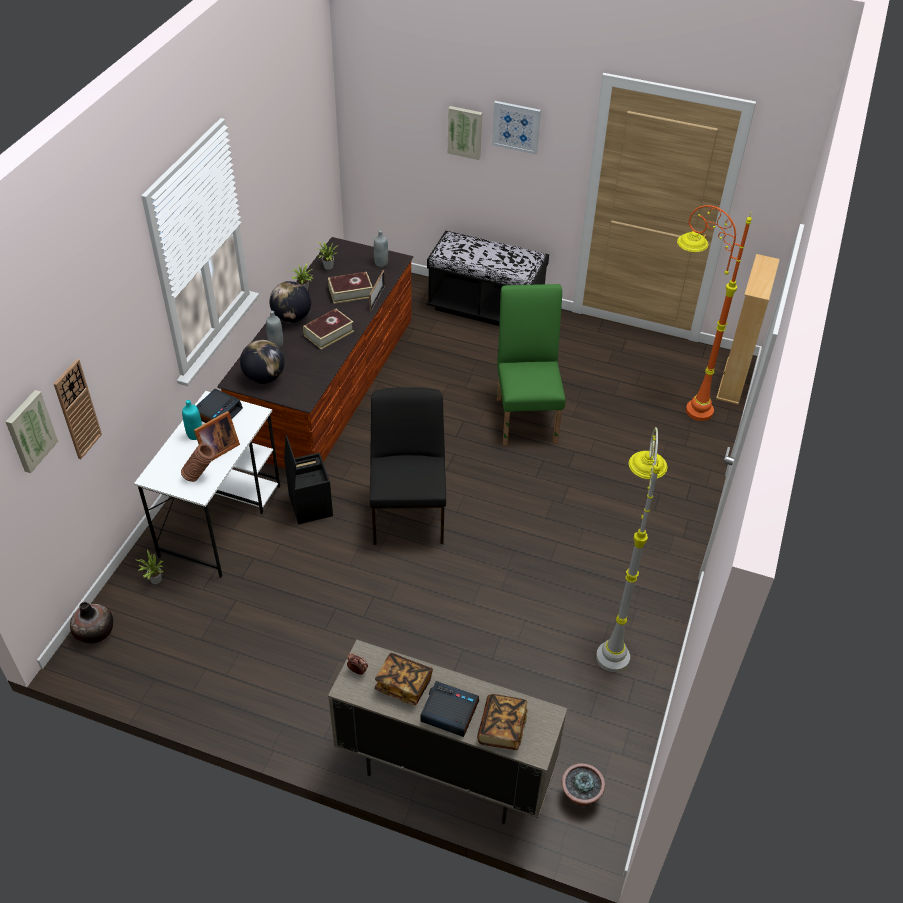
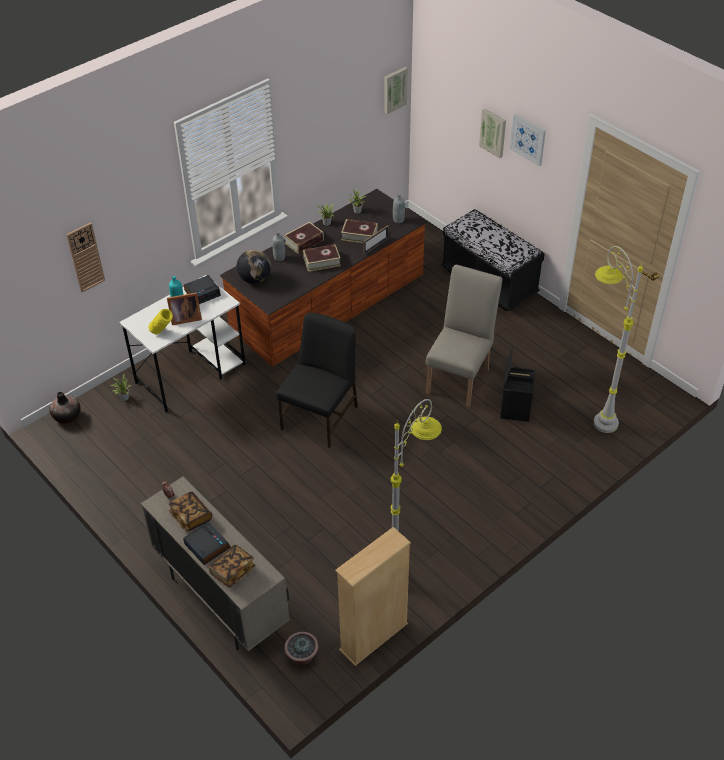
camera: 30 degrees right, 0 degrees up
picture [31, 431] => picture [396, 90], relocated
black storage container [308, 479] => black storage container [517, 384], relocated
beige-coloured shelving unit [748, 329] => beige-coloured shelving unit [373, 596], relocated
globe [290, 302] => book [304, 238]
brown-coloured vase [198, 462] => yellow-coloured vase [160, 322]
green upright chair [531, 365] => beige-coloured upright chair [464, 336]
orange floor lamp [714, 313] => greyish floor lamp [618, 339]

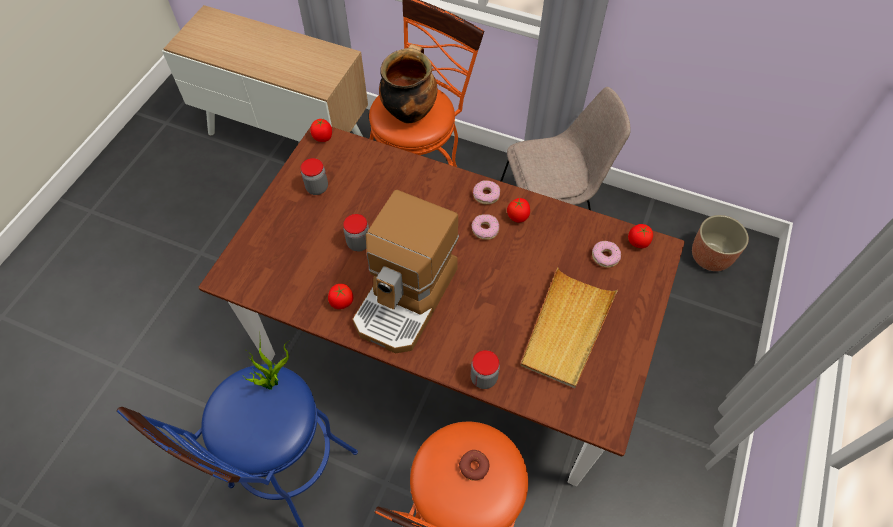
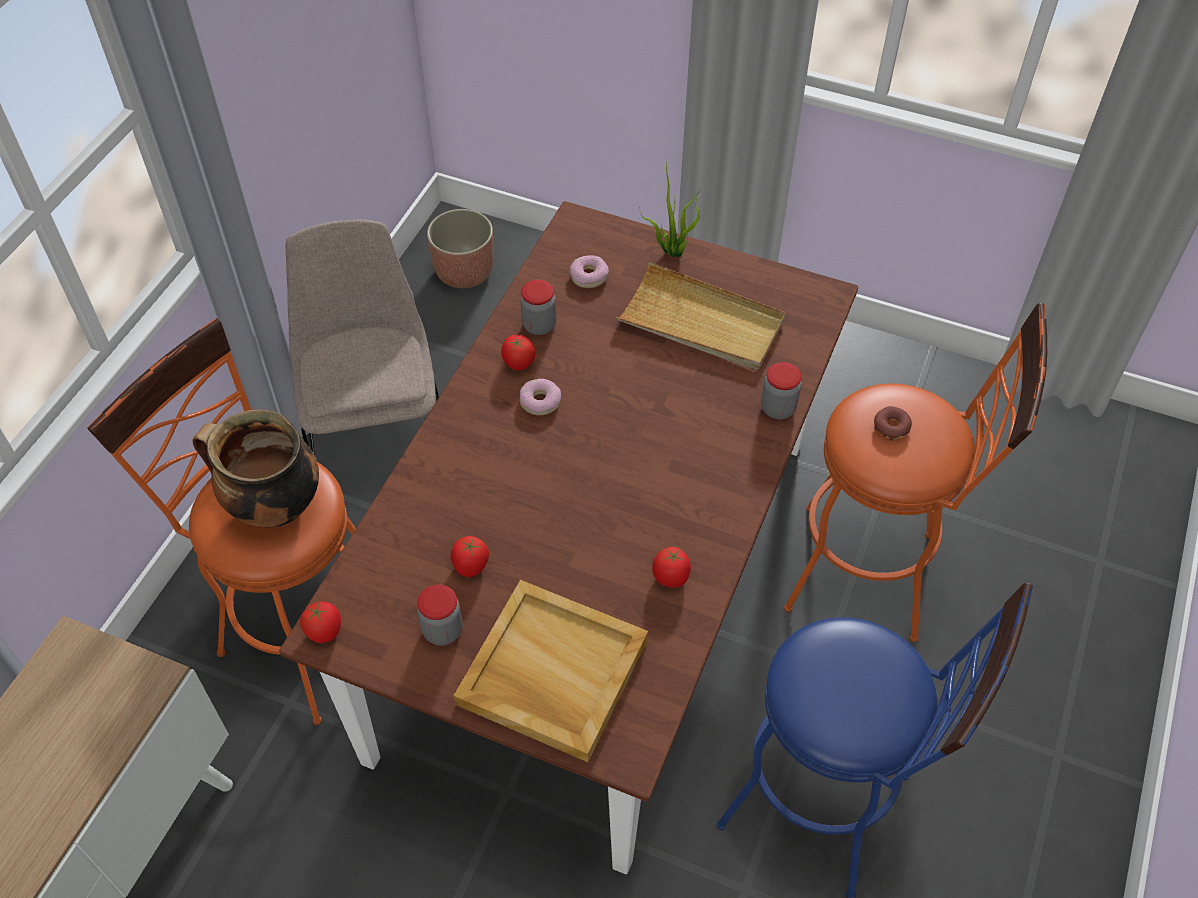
camera: 90 degrees left, 5 degrees down
coffee brewer [406, 272] => nothing
doughnut [486, 192] => nothing
nothing => beige-coloured carrying tray [551, 671]
potted plant [267, 365] => potted plant [669, 210], relocated
preserve jar [356, 233] => preserve jar [538, 307], relocated
tomato [640, 236] => tomato [470, 556], relocated

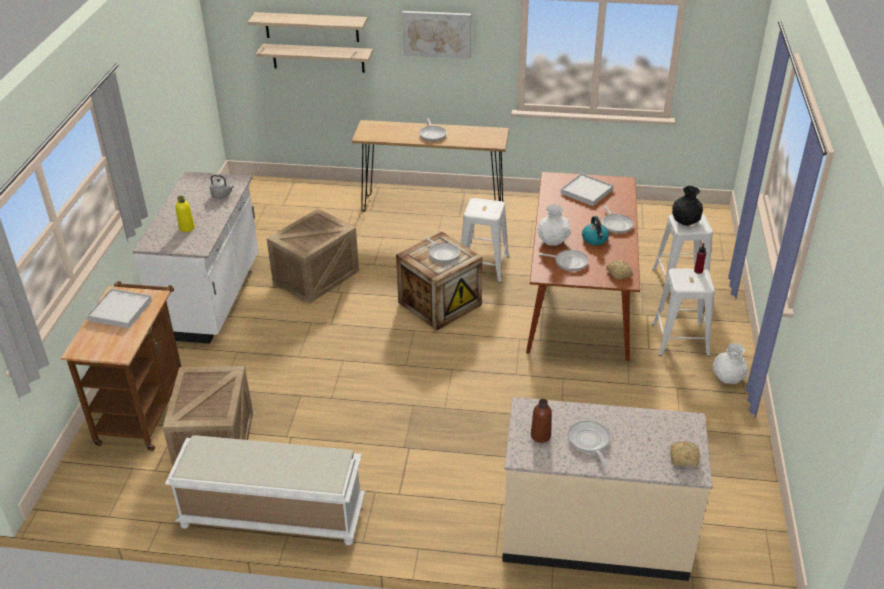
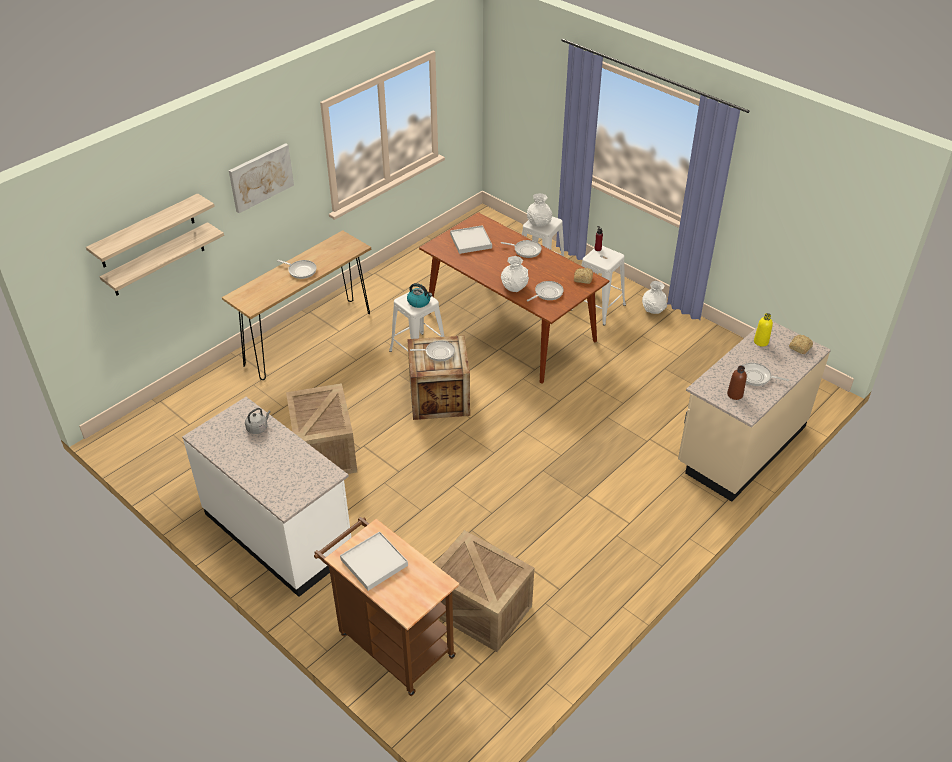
camera: 55 degrees left, 5 degrees up
whitish bench [265, 490] => nothing
yellow-coloured beverage bottle [185, 214] => yellow-coloured beverage bottle [763, 330], relocated
kettle [595, 230] => kettle [419, 295], relocated
black vase [687, 206] => whitish vase [539, 210]

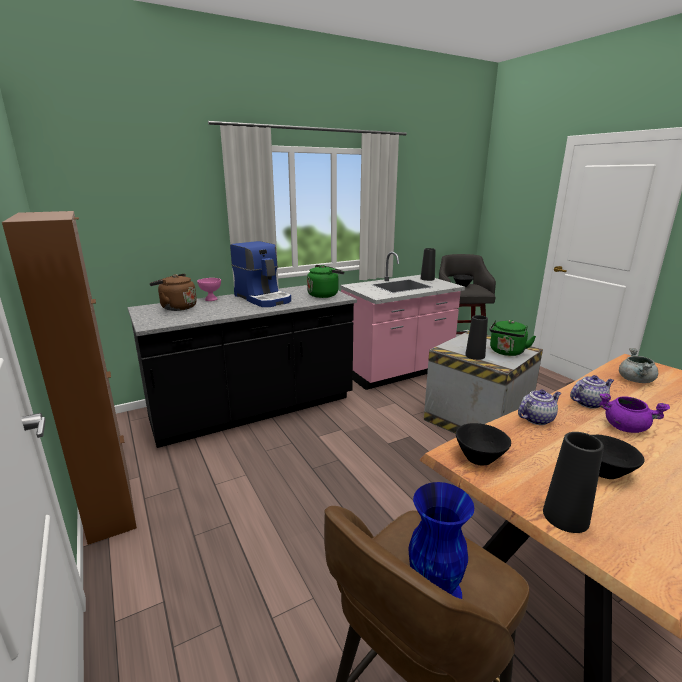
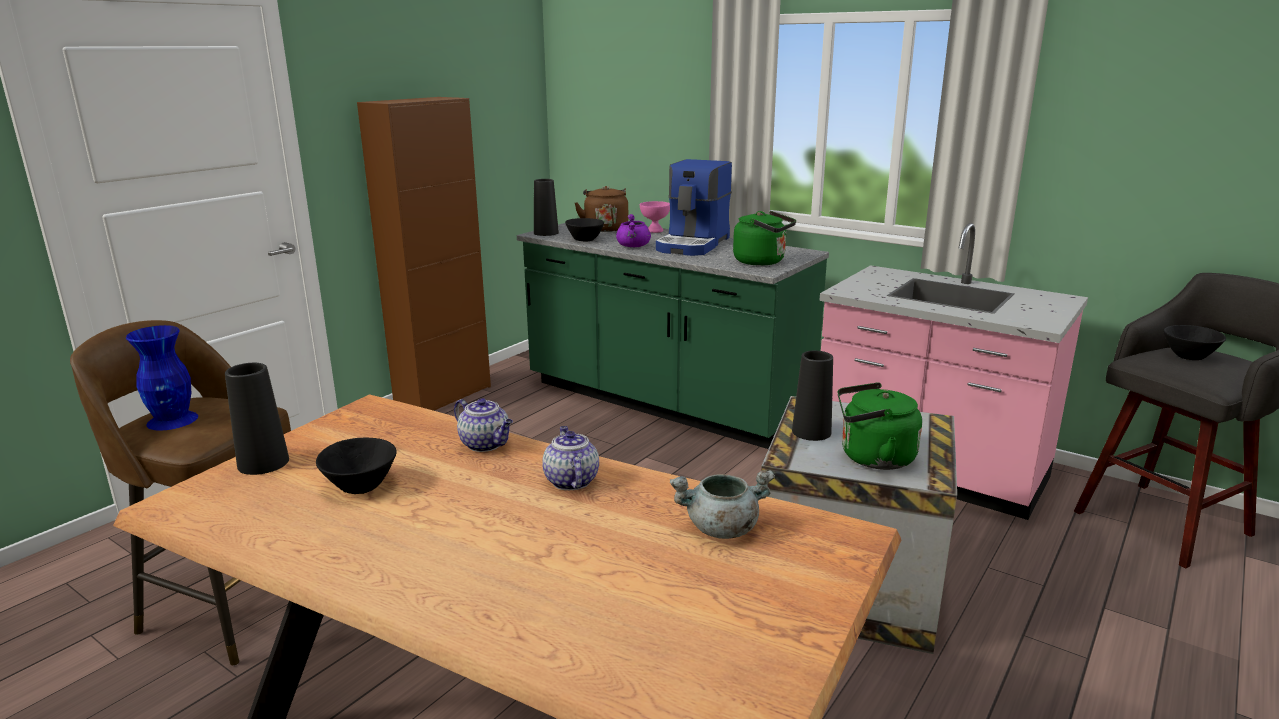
camera: 65 degrees right, 0 degrees up
black vase [428, 264] => black vase [546, 207], relocated
black deep dish [483, 444] => black deep dish [584, 229], relocated
purplish cooking pot [634, 413] => purplish cooking pot [633, 230], relocated
black kitchen base unit [242, 366] => green kitchen base unit [673, 336]
teapot [592, 392] => teapot [570, 458], 150 degrees counterclockwise

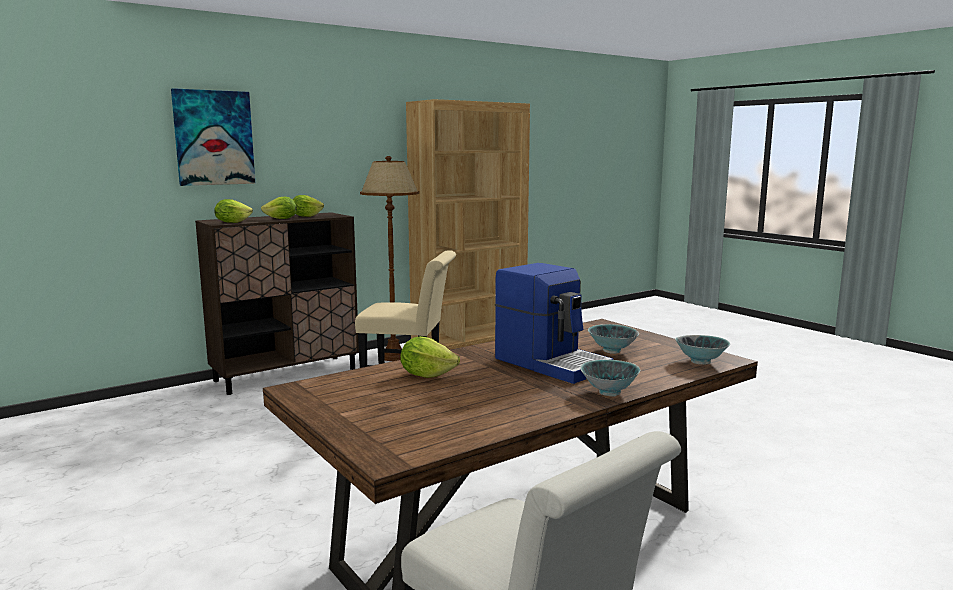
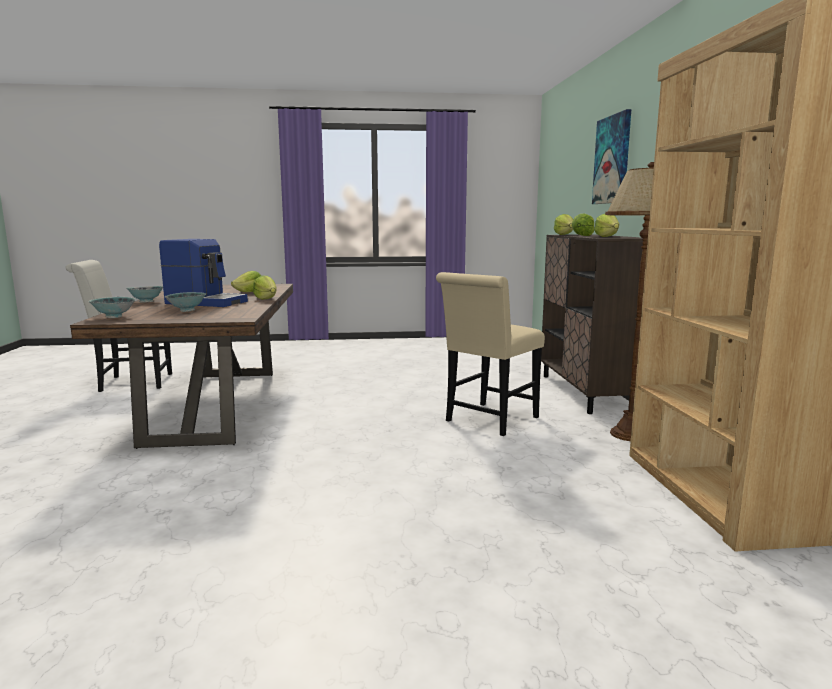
camera: 120 degrees right, 0 degrees up
nothing => lettuce [265, 287]
coffee brewer [554, 323] => coffee brewer [203, 273], 150 degrees counterclockwise

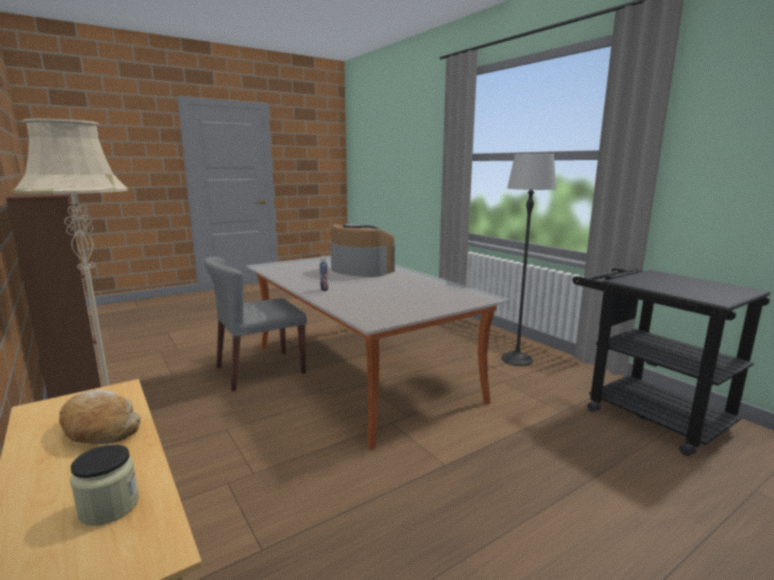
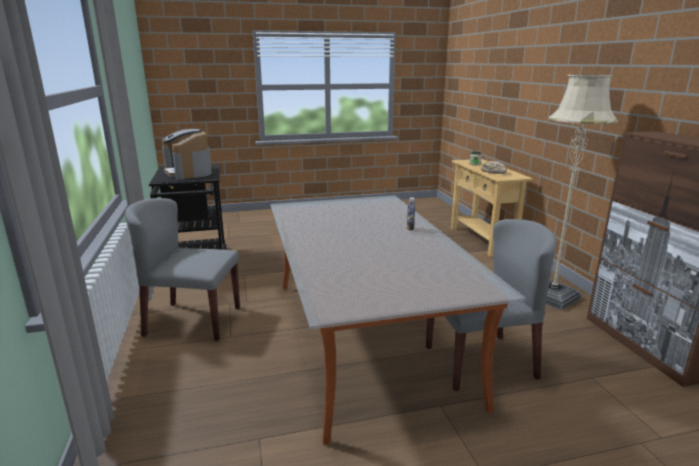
camera: 160 degrees left, 5 degrees up
coffee brewer [363, 250] => coffee brewer [187, 154], relocated
floor lamp [528, 260] => greyish upright chair [182, 269]

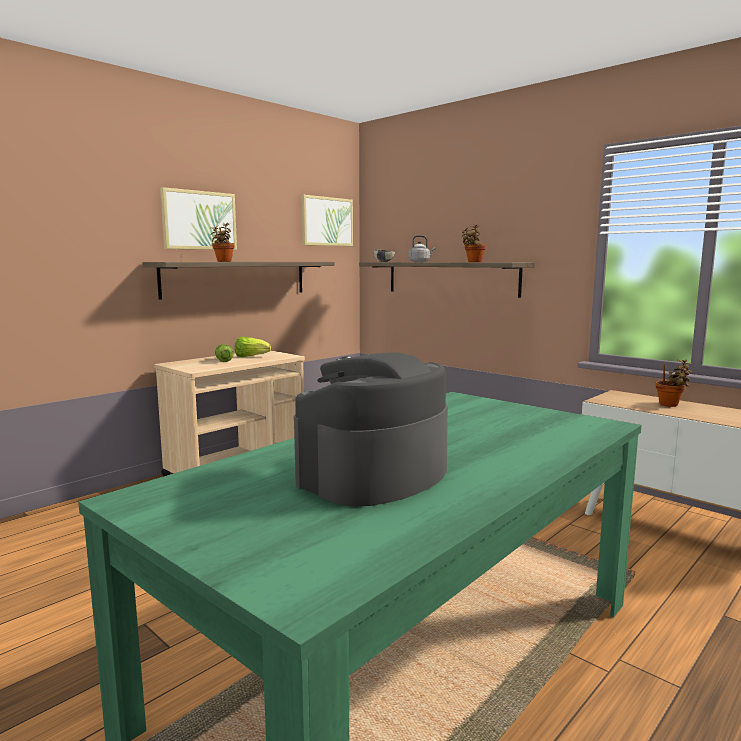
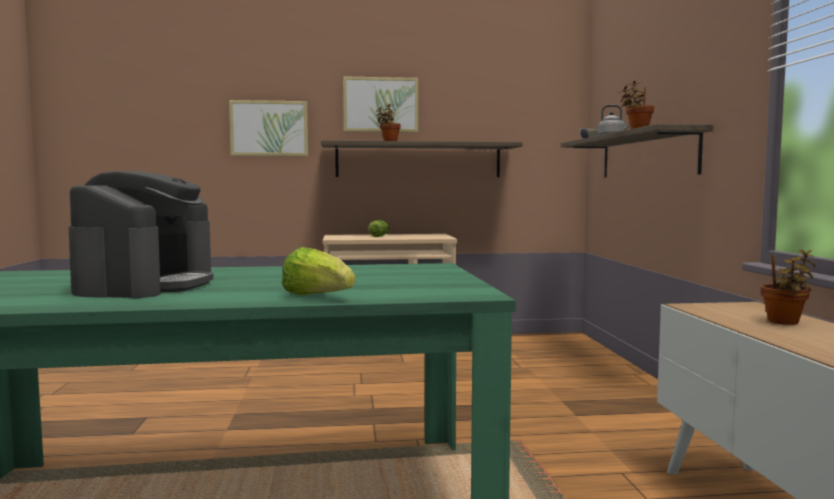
camera: 40 degrees right, 5 degrees down
lettuce [253, 347] => lettuce [318, 271], relocated
picture [327, 220] => picture [268, 128], relocated
coffee brewer [371, 429] => coffee brewer [141, 234], 105 degrees clockwise

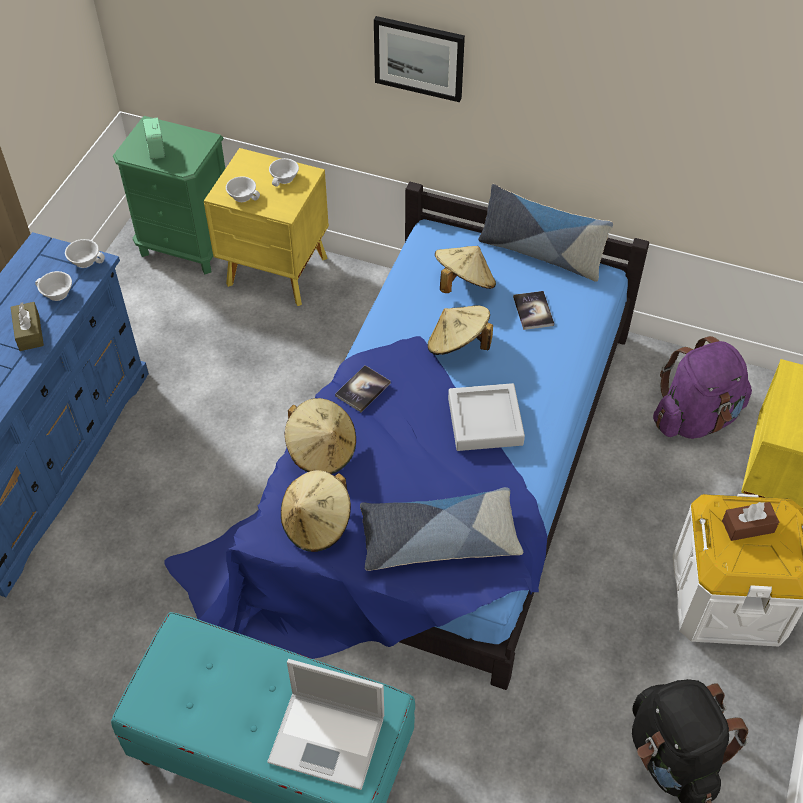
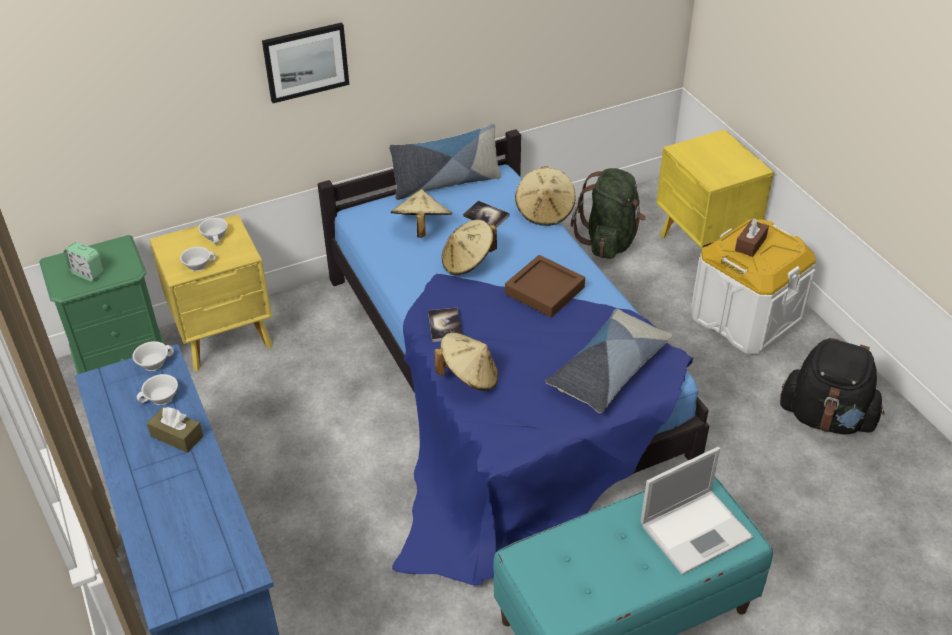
camera: 45 degrees left, 10 degrees down
beige-coloured wearable hat [316, 511] => beige-coloured wearable hat [545, 196], relocated
greyish carrying tray [486, 417] => brown-coloured carrying tray [545, 286]
purplish knapsack [702, 387] => green knapsack [608, 213]

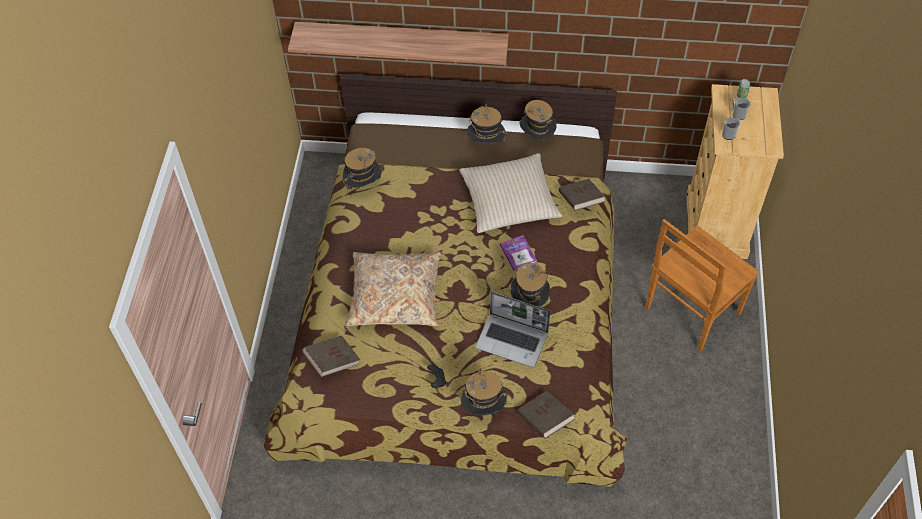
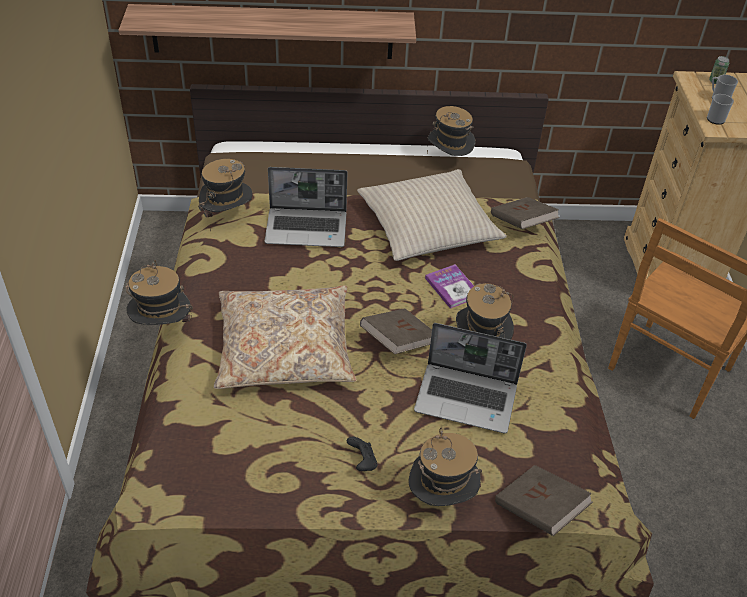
camera: 10 degrees left, 10 degrees down
nothing => portable computer [305, 207]
brown-coloured book [331, 356] => brown-coloured book [396, 331], relocated
wearable hat [487, 123] => wearable hat [159, 292], relocated

